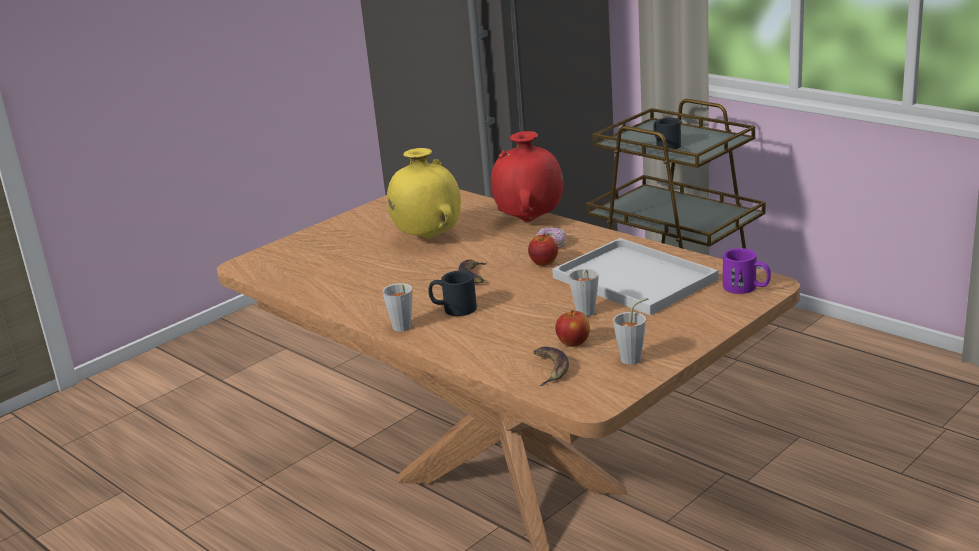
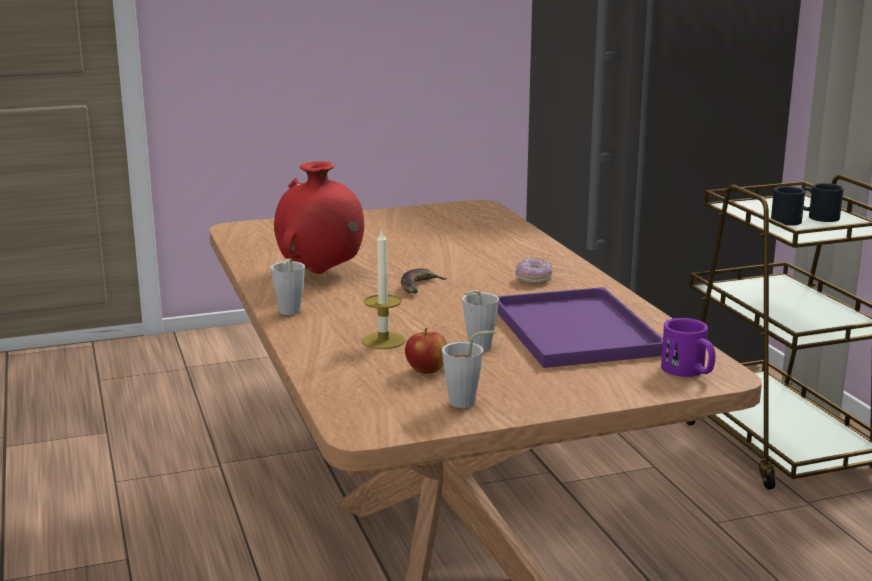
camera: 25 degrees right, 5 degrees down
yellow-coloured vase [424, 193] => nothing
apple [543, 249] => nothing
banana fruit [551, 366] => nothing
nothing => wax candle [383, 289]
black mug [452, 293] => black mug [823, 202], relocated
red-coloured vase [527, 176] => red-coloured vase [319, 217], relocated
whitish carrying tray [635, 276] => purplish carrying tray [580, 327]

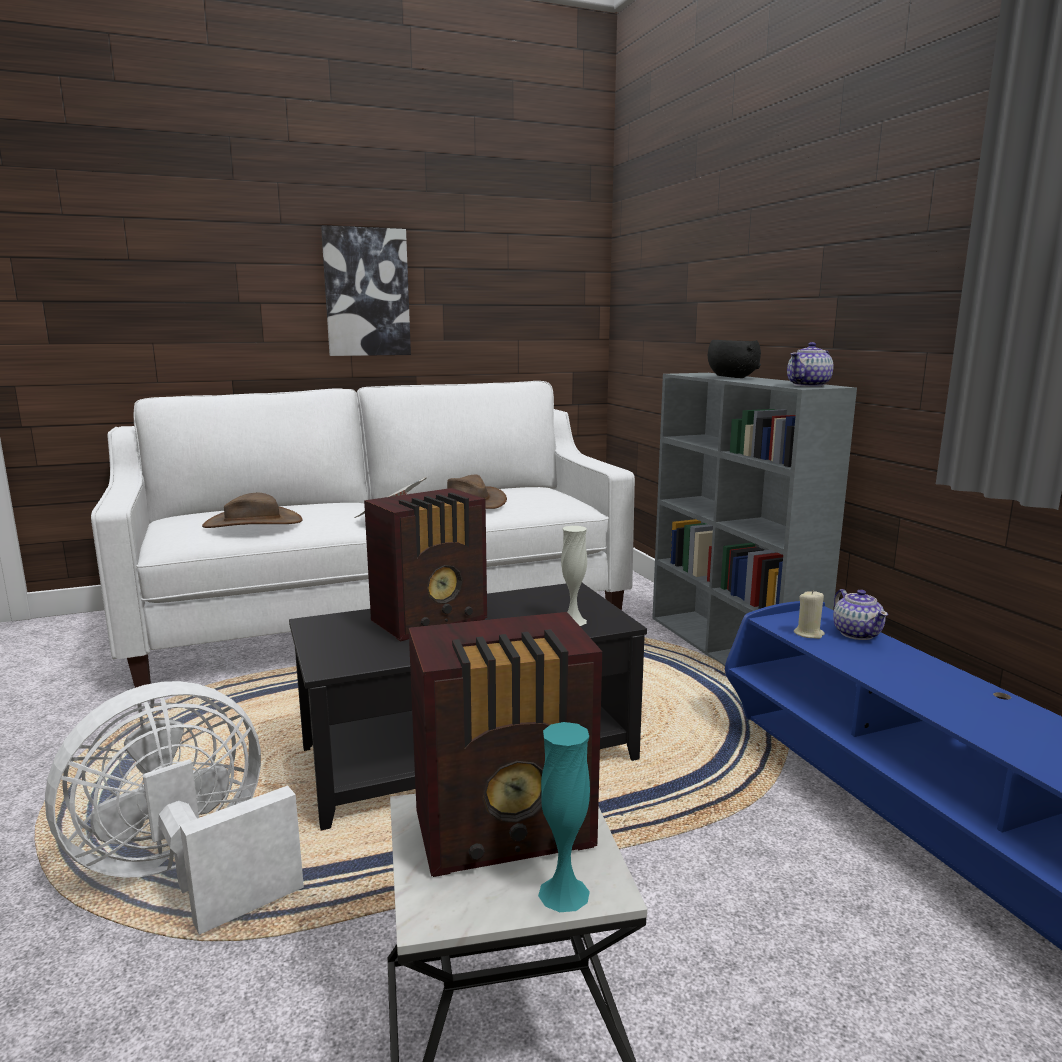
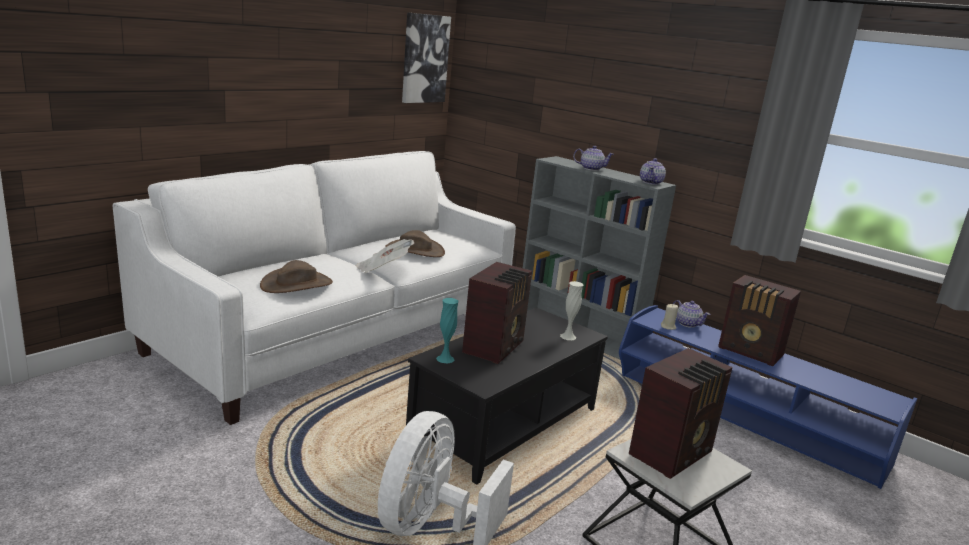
camera: 30 degrees left, 5 degrees up
nothing => radio set [759, 320]
picture [366, 290] => picture [426, 57], relocated
turquoise vase [564, 817] => turquoise vase [447, 331], relocated
black deep dish [734, 359] => teapot [593, 158]

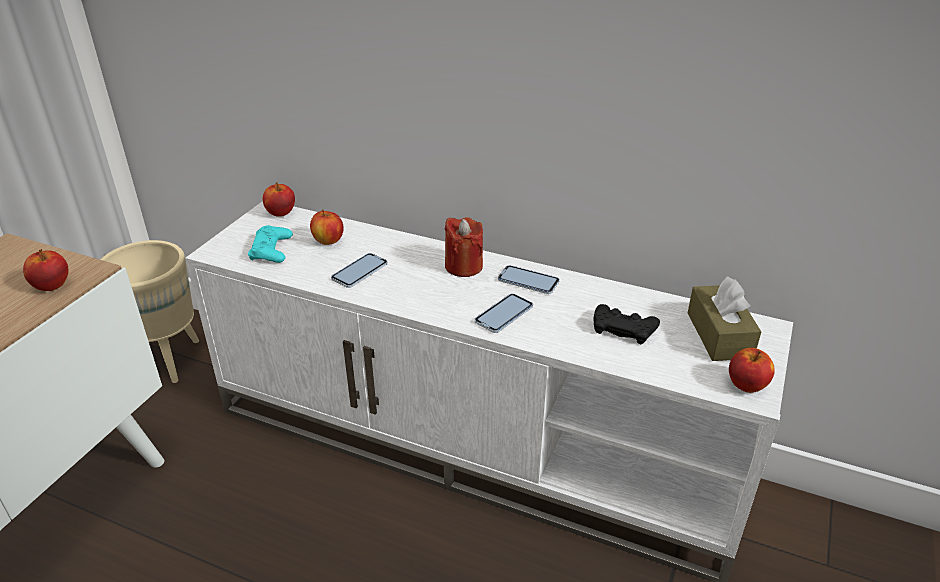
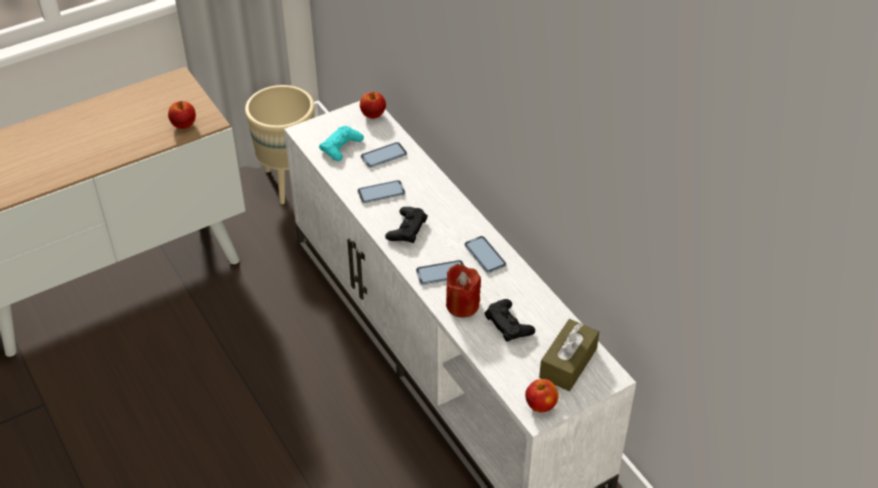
camera: 35 degrees right, 10 degrees up
nothing => black gamepad [406, 225]
red-coloured wax candle [464, 247] => red-coloured wax candle [463, 290], relocated
apple [327, 227] => handset [384, 155]

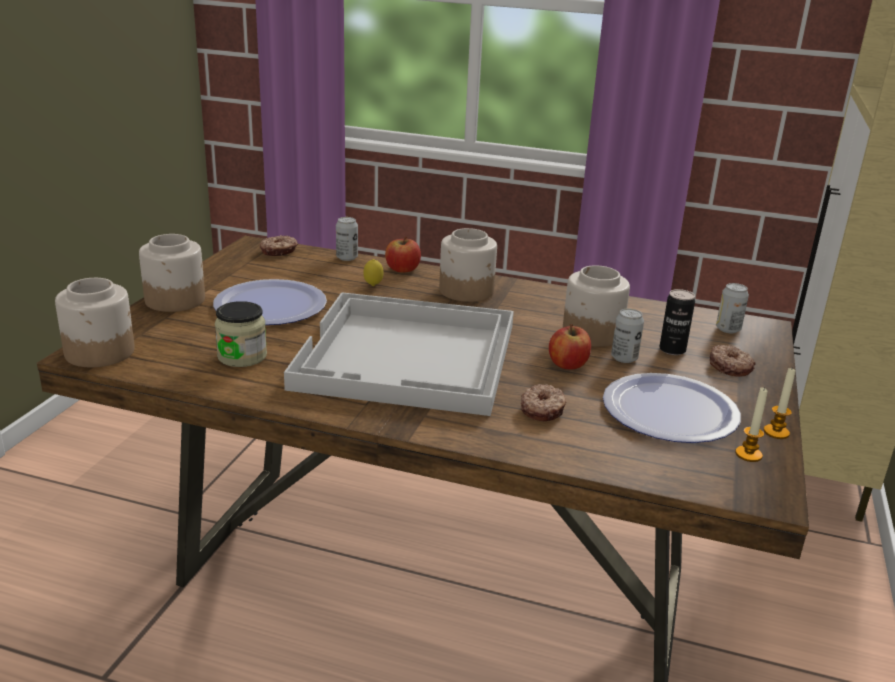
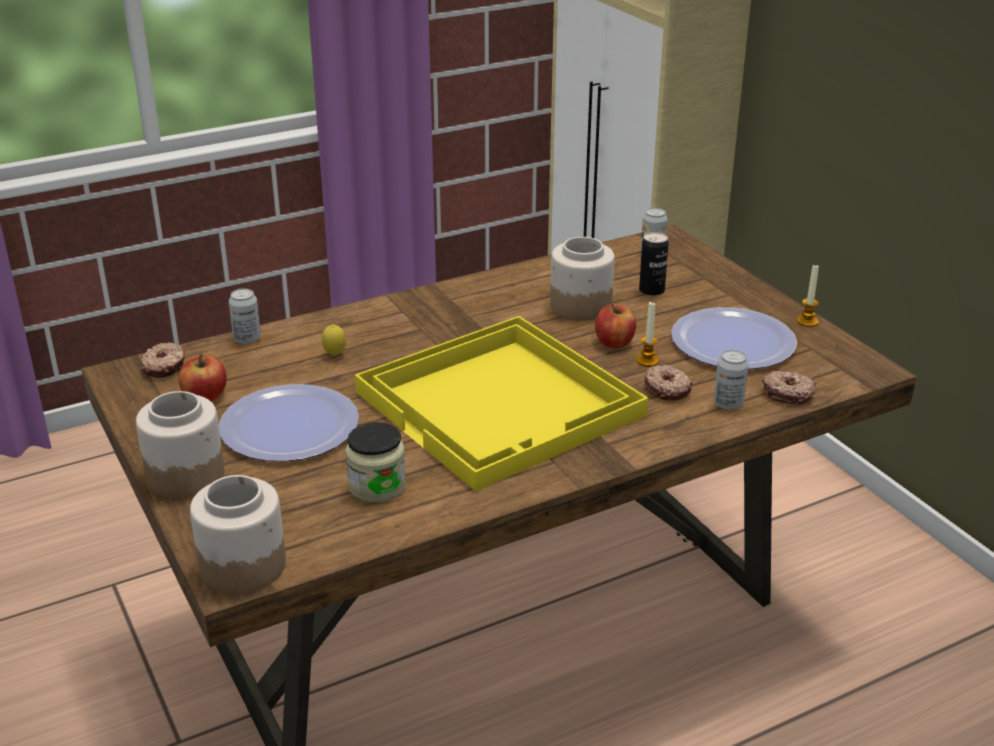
camera: 45 degrees left, 5 degrees up
preserve jar [468, 265] => nothing
apple [403, 254] => apple [203, 377], relocated
can [627, 336] => can [731, 380], relocated
doughnut [732, 361] => doughnut [789, 387], relocated
wax candle [751, 424] => wax candle [647, 334], relocated
whitish carrying tray [399, 354] => yellow-coloured carrying tray [501, 403]

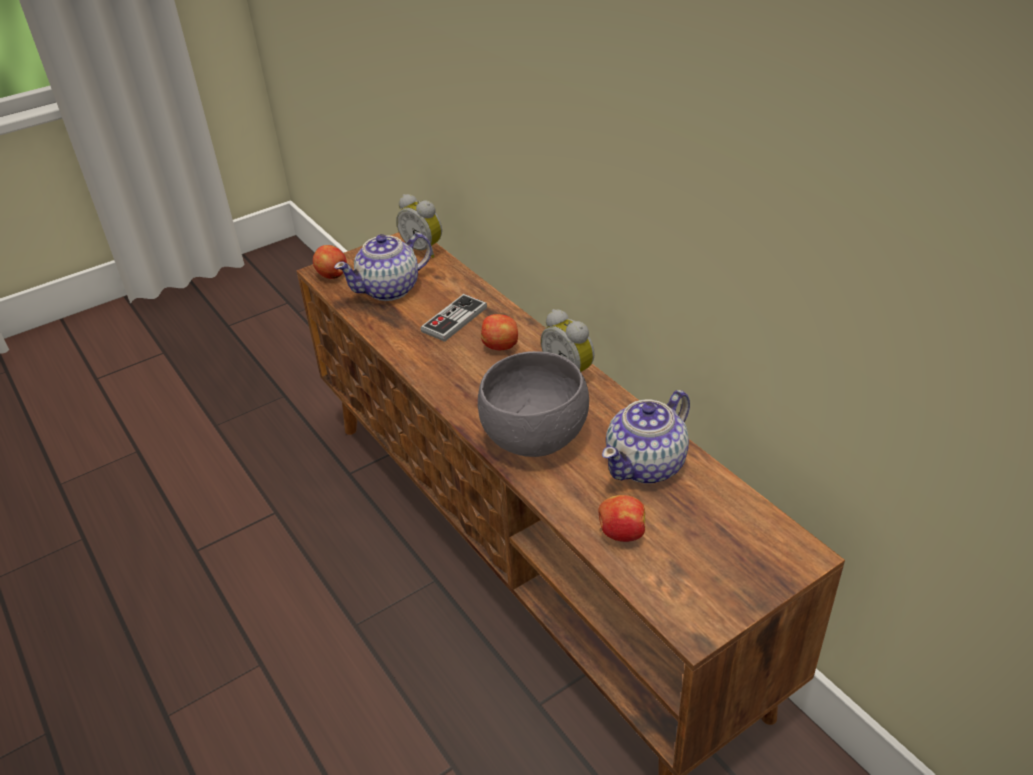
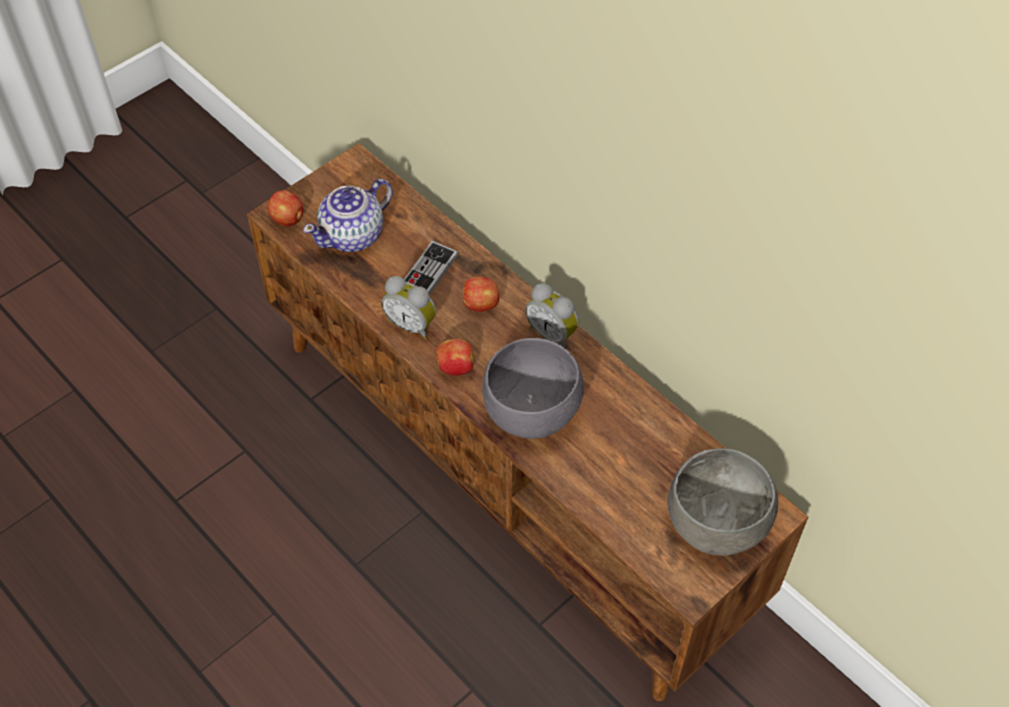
camera: 10 degrees left, 15 degrees up
teapot [646, 437] => nothing
nothing => greyish deep dish [722, 502]
table clock [419, 226] => table clock [408, 307], relocated
apple [621, 518] => apple [454, 357], relocated

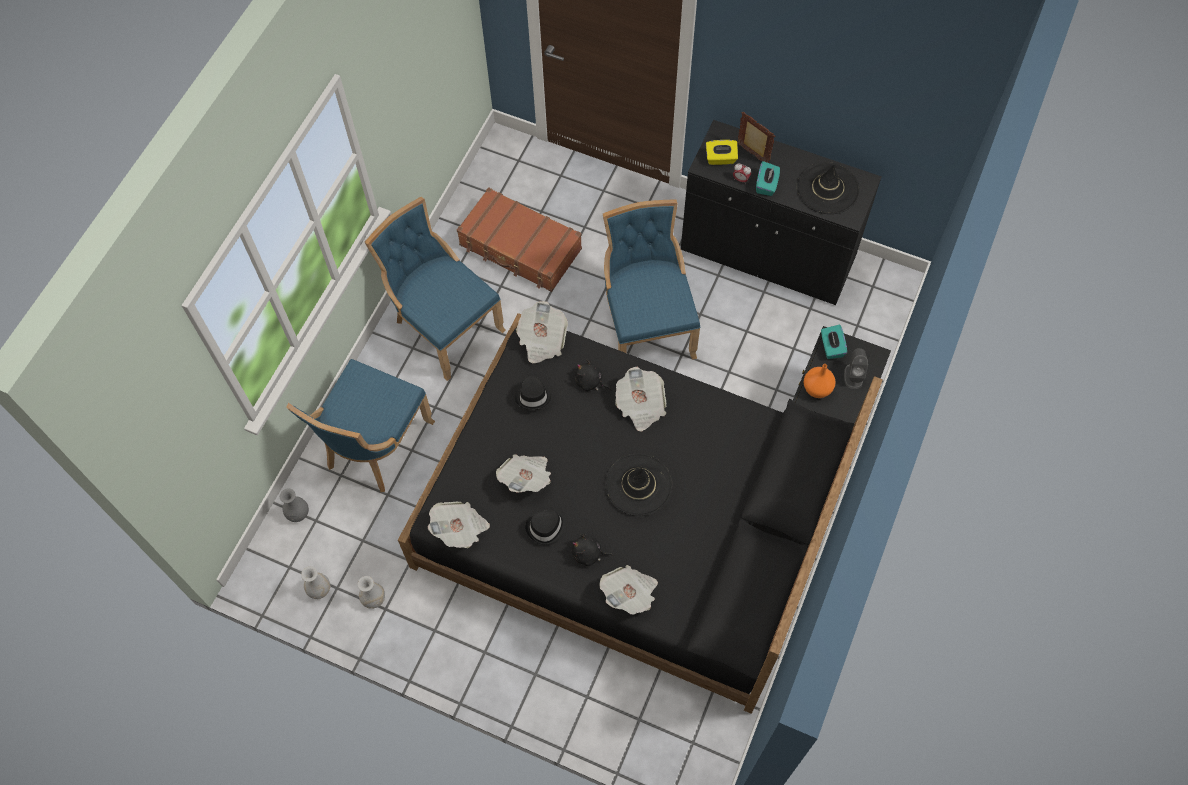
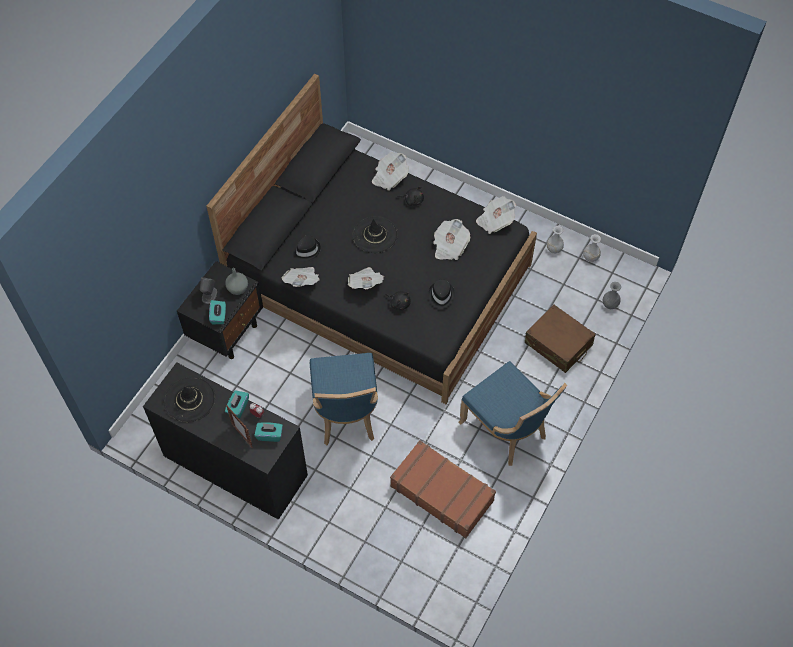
camera: 175 degrees left, 5 degrees down
newspaper [542, 332] => newspaper [301, 277], relocated
black wearable hat [546, 527] => black wearable hat [307, 248], relocated
blue upright chair [360, 425] => brown-coloured piece of luggage [560, 338]
yellow-coloured tissue box [722, 152] => turquoise tissue box [269, 432]
orange vase [820, 381] => greyish vase [236, 281]

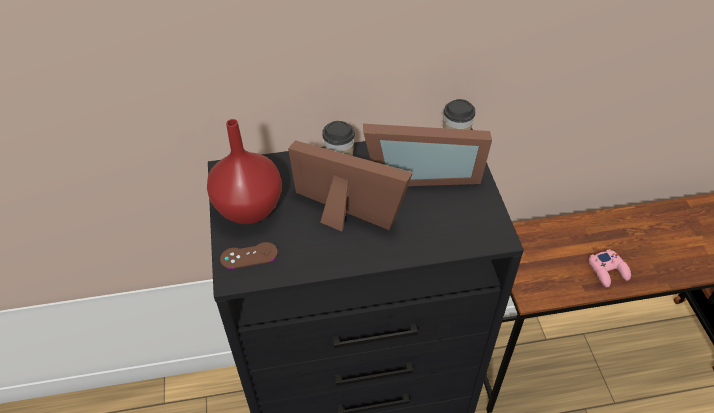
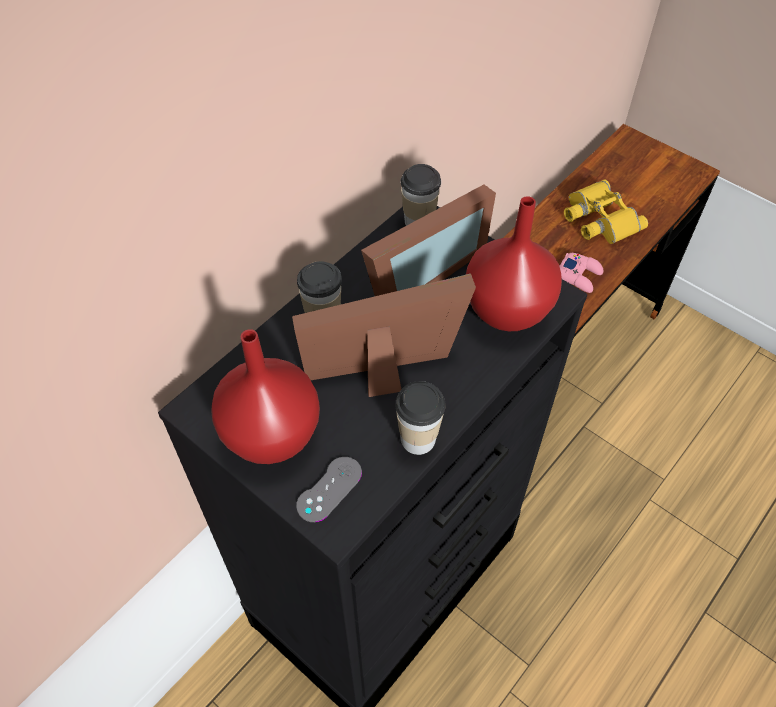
camera: 40 degrees left, 5 degrees up
nothing => cup [420, 418]
nothing => red-coloured vase [514, 263]
nothing => yellow-coloured pair of binoculars [606, 212]
brown-coloured gamepad [249, 255] => greyish gamepad [329, 489]

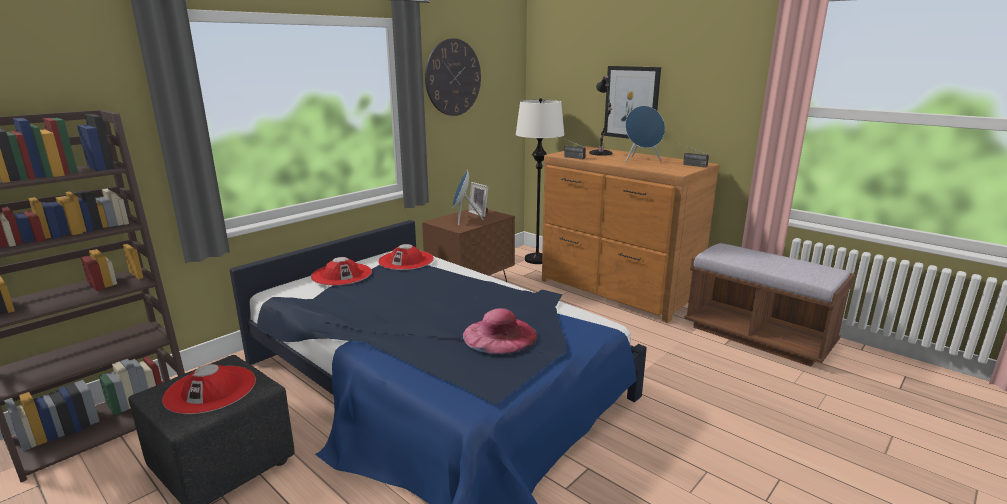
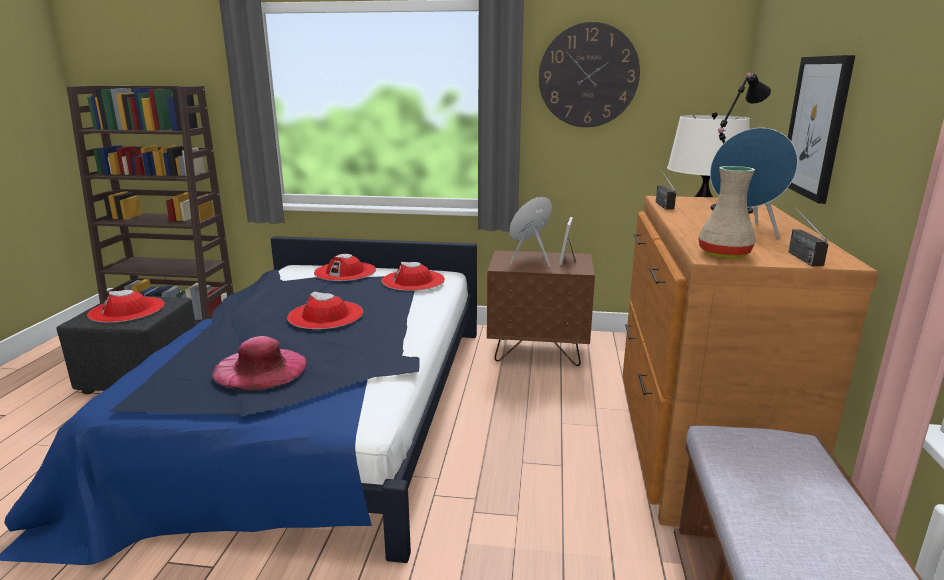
camera: 55 degrees right, 0 degrees up
nothing => red-coloured wearable hat [325, 310]
nothing => beige-coloured vase [727, 212]

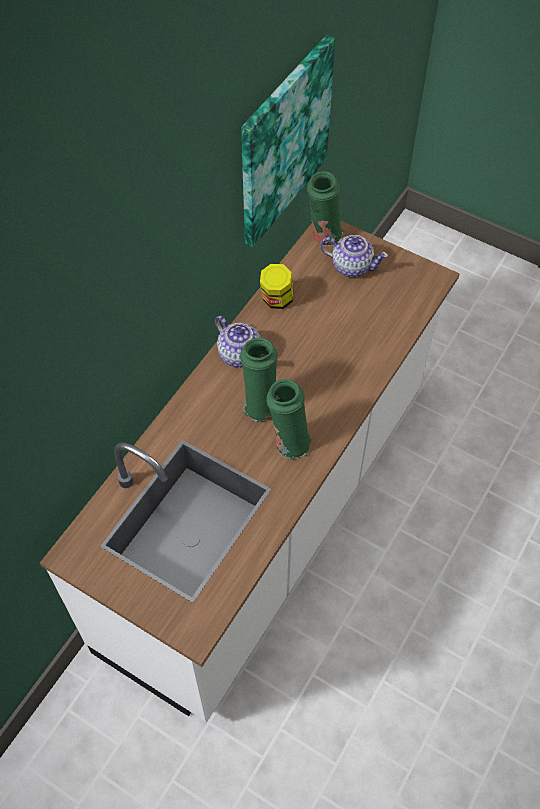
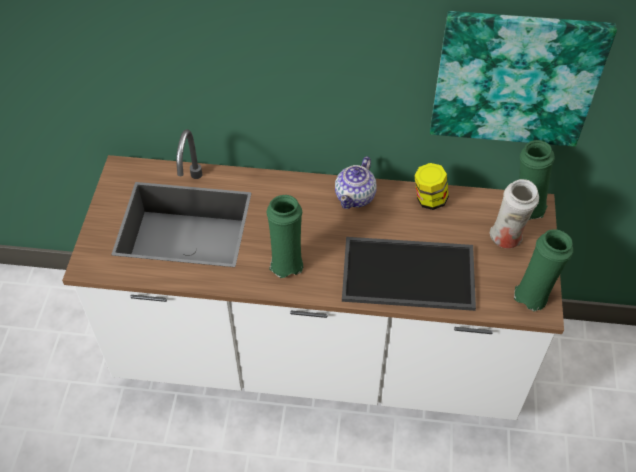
camera: 65 degrees right, 5 degrees down
nothing => carrying tray [409, 274]
green vase [259, 379] => green vase [543, 270], relocated
teapot [354, 256] => whitish vase [514, 214]

